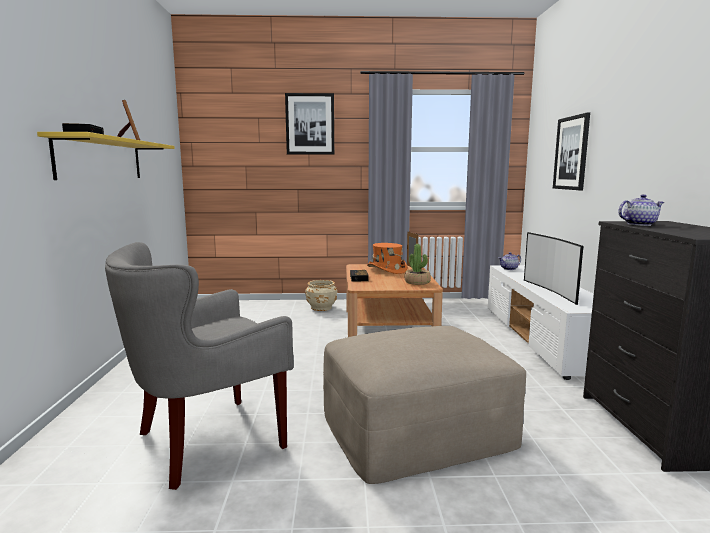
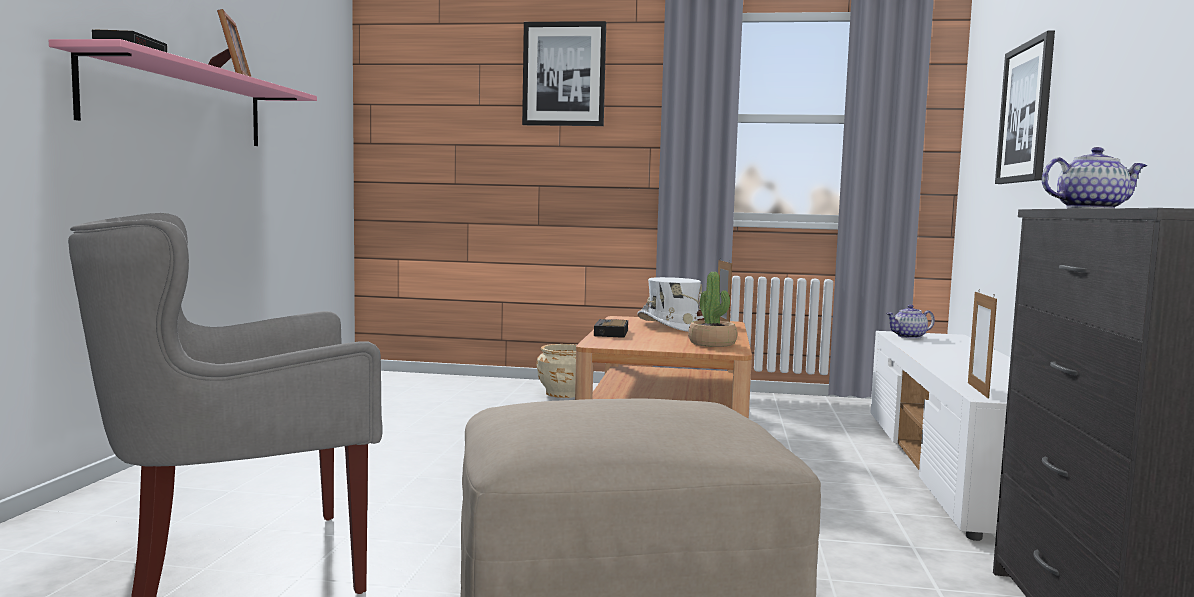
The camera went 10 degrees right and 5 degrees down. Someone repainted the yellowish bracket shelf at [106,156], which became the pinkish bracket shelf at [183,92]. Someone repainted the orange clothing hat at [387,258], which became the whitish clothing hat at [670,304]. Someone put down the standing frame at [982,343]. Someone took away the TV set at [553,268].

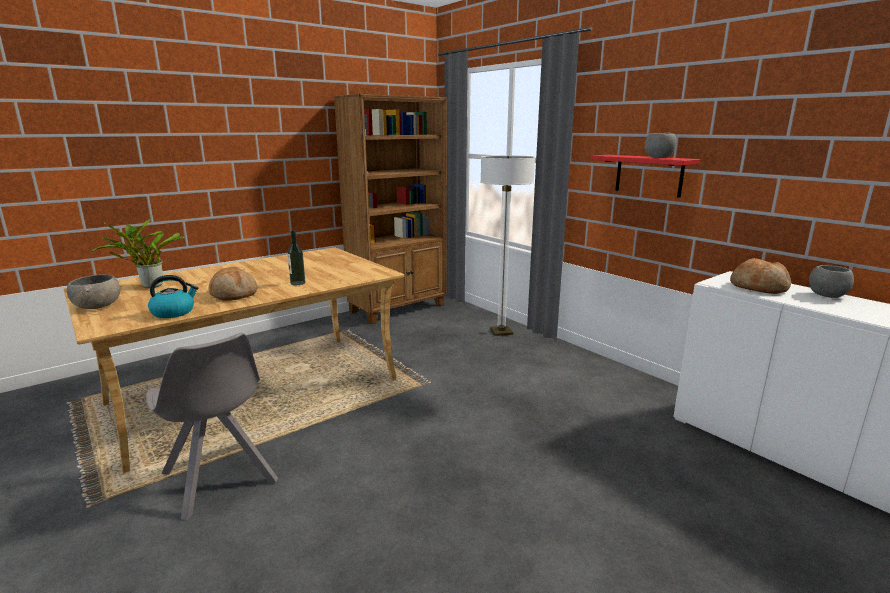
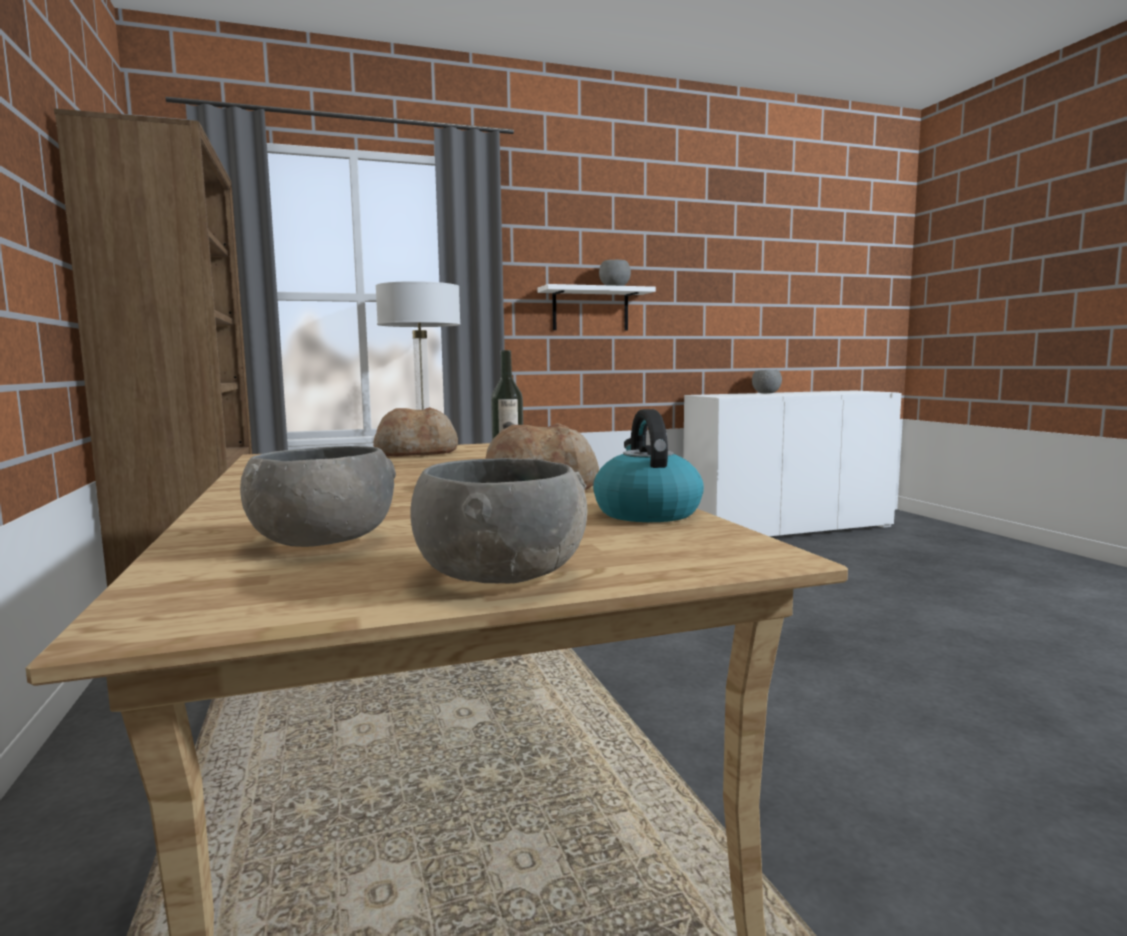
The camera went 70 degrees left and 10 degrees down. Someone swapped the plant in a pot at [138,253] for the gray deep dish at [318,496]. Someone carried the bakery bread from [760,276] to [415,432]. Someone repainted the reddish bracket shelf at [645,176], which became the whitish bracket shelf at [596,307]. Someone took away the gray plain chair at [212,426].

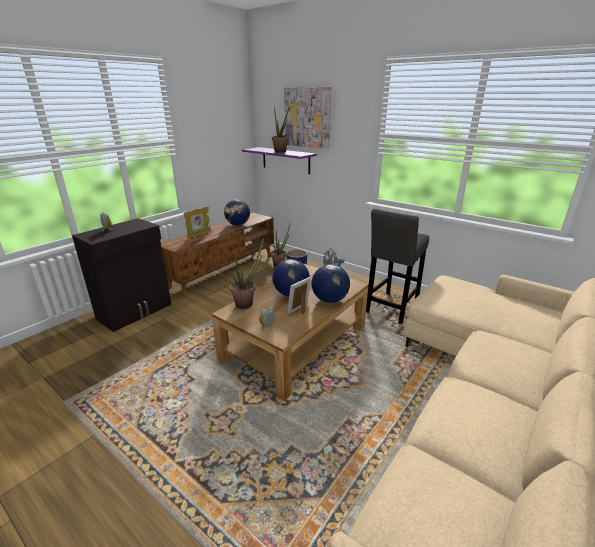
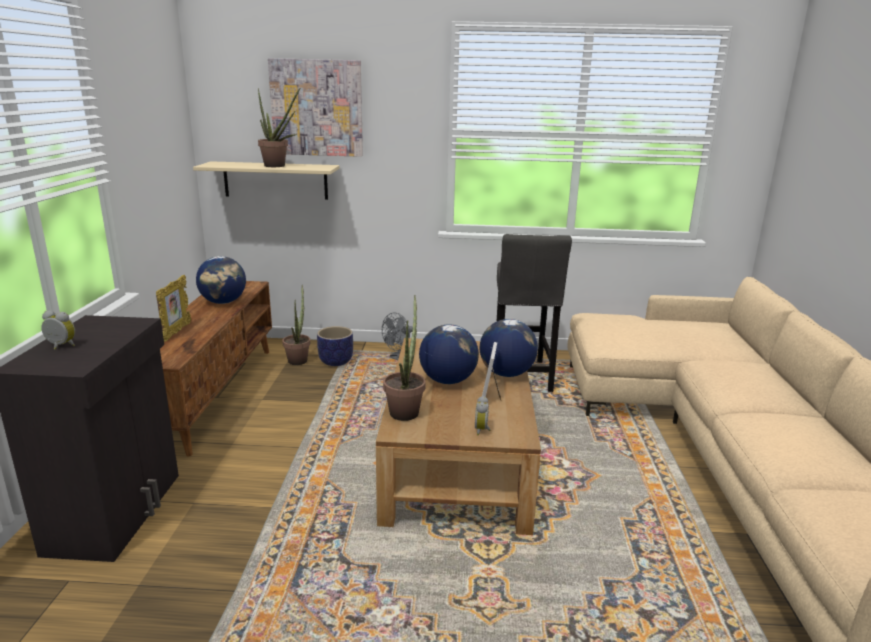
The camera went 35 degrees left and 5 degrees down. Someone repainted the purplish bracket shelf at [279,160], which became the beige bracket shelf at [266,180].

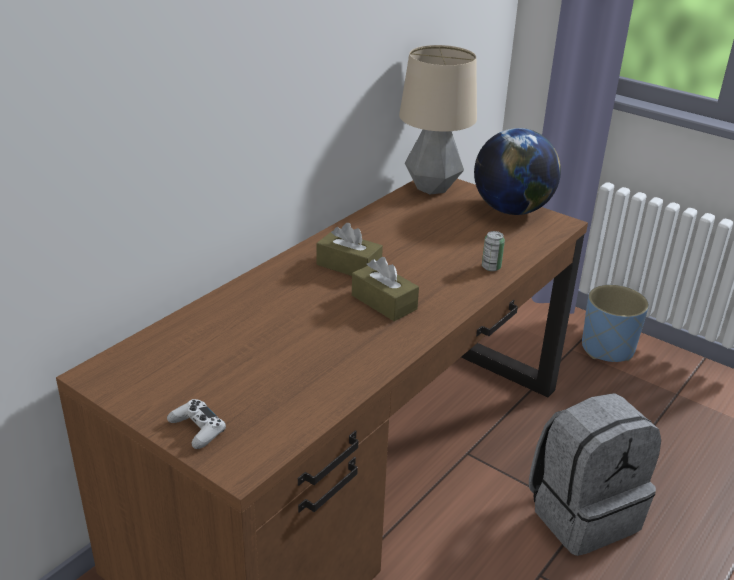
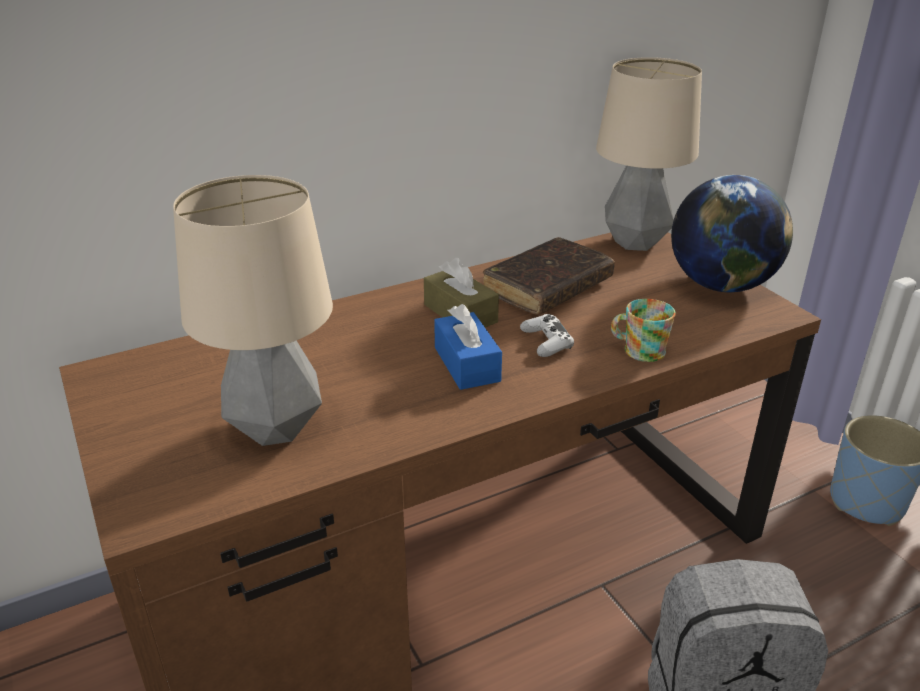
The camera went 25 degrees right and 0 degrees up. Someone put down the lamp for a table at [253,310]. Someone repainted the brown-coloured tissue holder at [385,289], which became the blue-coloured tissue holder at [468,347]. Someone put down the brown-coloured volume at [549,276]. Someone carried the whitish joypad from [196,424] to [547,335]. Someone swapped the sealed can at [493,251] for the tea mug at [643,330].

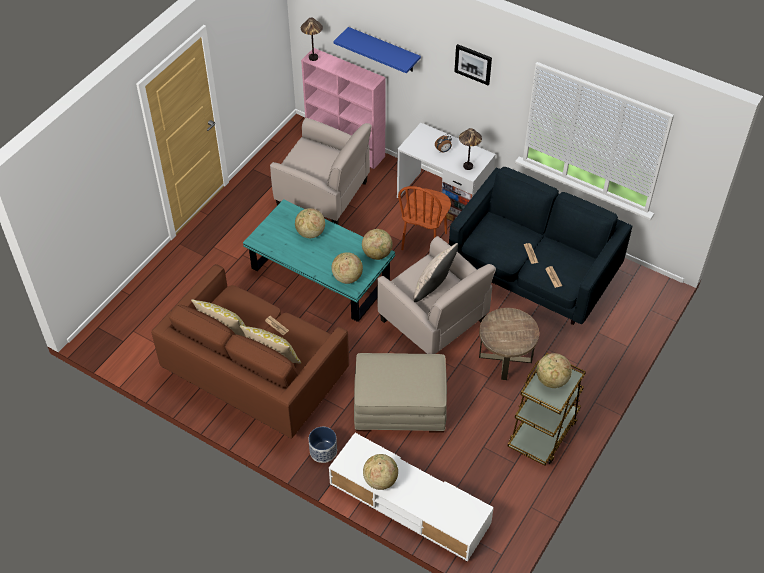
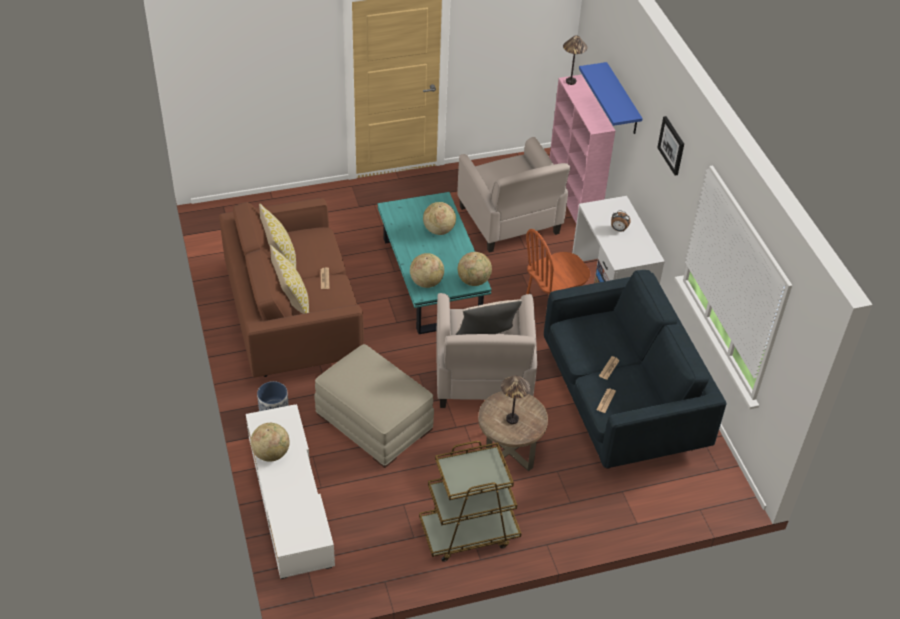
The camera went 40 degrees right and 5 degrees down. Someone carried the lamp for a table from [470,149] to [516,399]. Someone took away the world globe at [554,370].

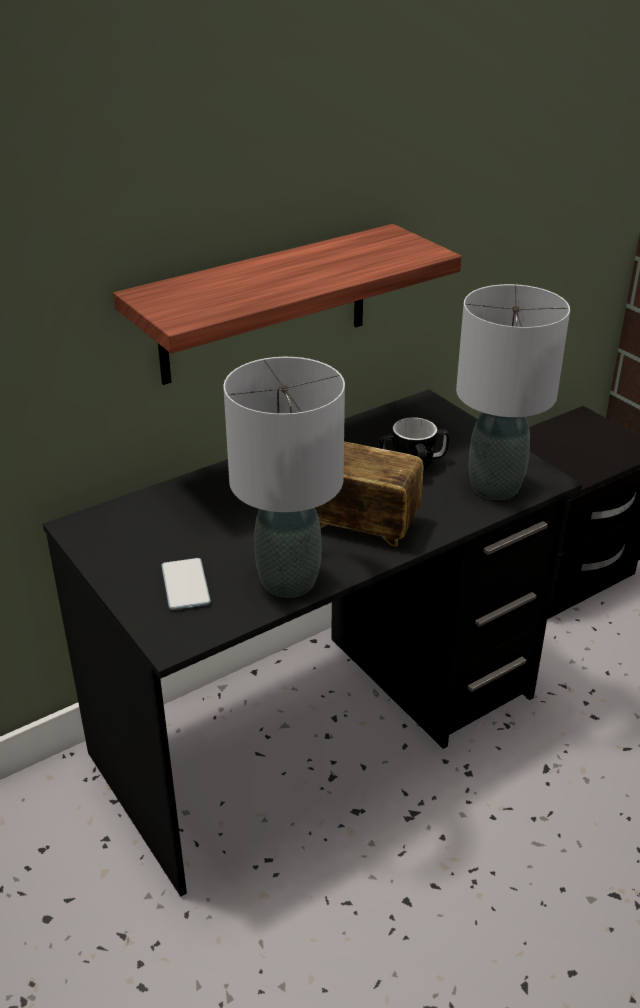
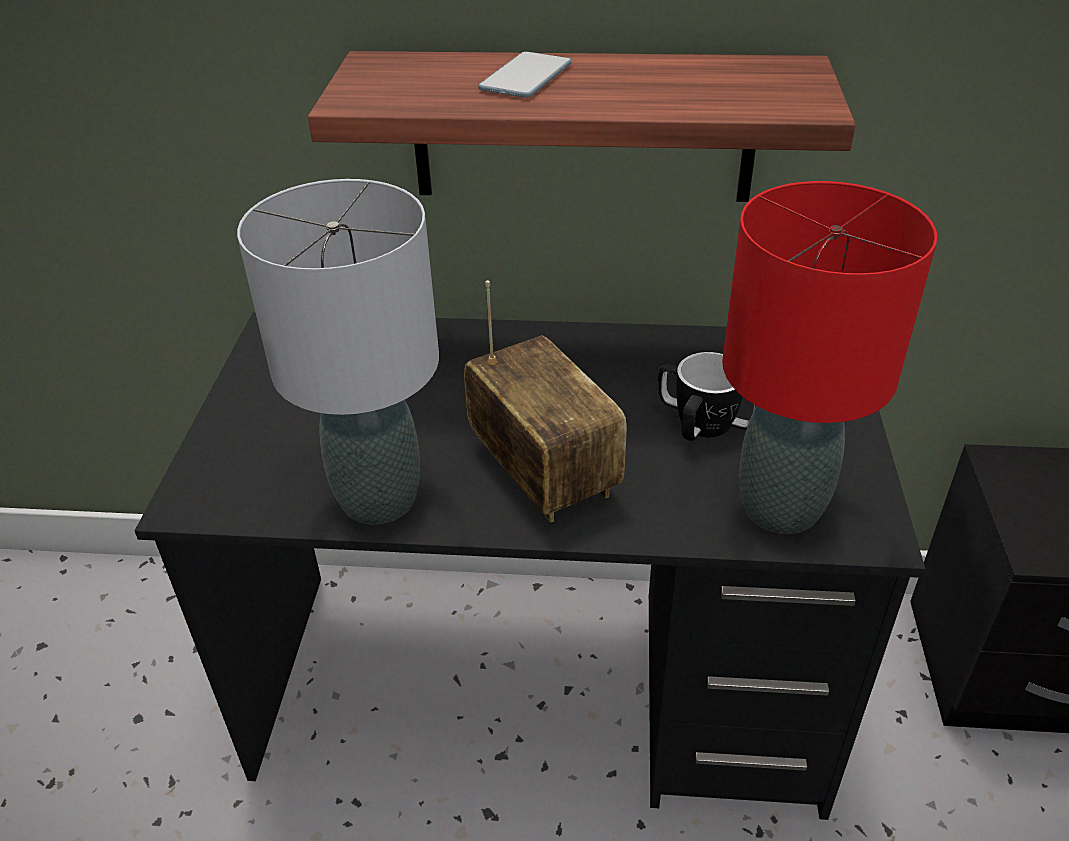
The camera went 40 degrees right and 5 degrees up. Someone carried the phone from [186,584] to [525,74]. Someone repainted the gray lamp for a table at [513,392], which became the reddish lamp for a table at [830,357].

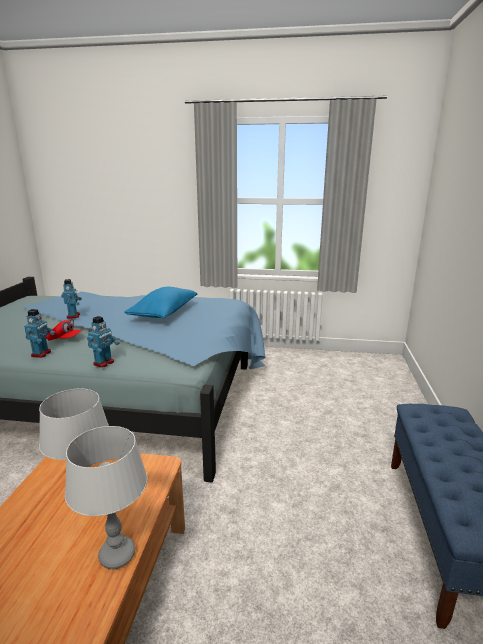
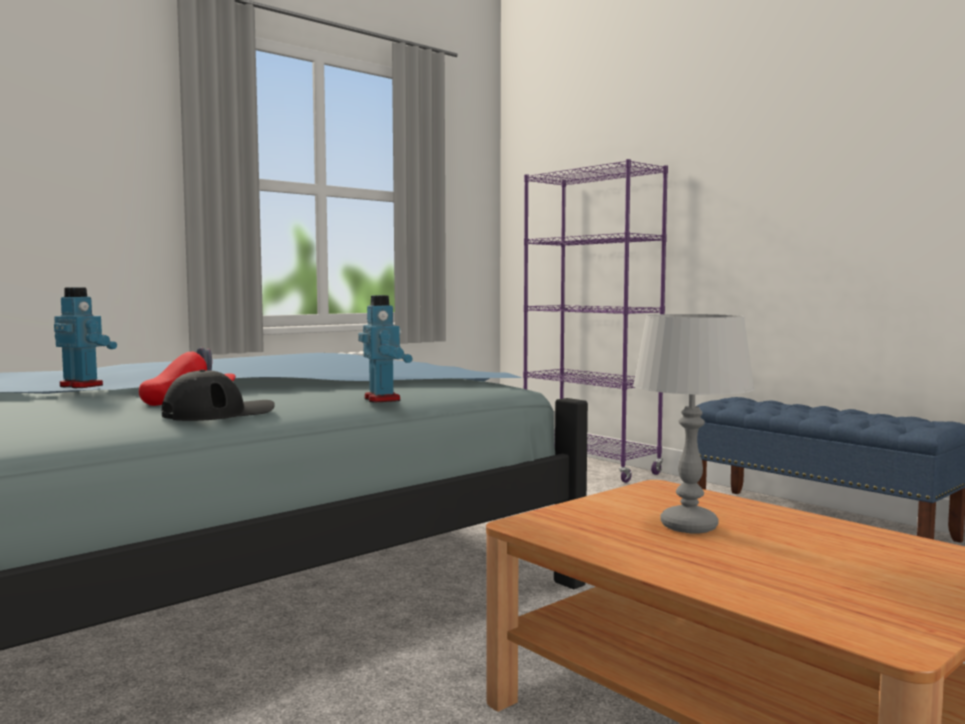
The camera went 50 degrees left and 15 degrees down. Someone swapped the model robot at [39,333] for the black-coloured peaked cap at [218,395]. Someone put down the purplish bookcase at [595,321]. Someone took away the gray lamp for a table at [106,497]. Someone took away the blue-coloured pillow at [160,302].

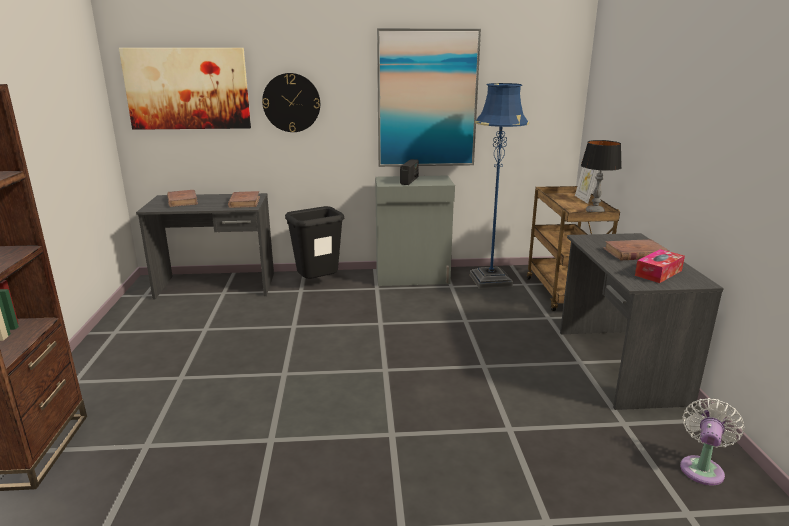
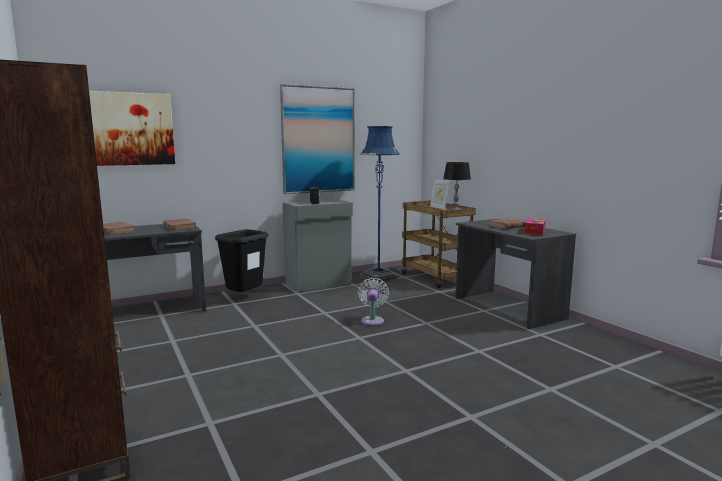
The camera went 25 degrees left and 10 degrees down. Someone carried the whitish electric fan from [712,442] to [373,302]. Someone took away the wall clock at [291,102].

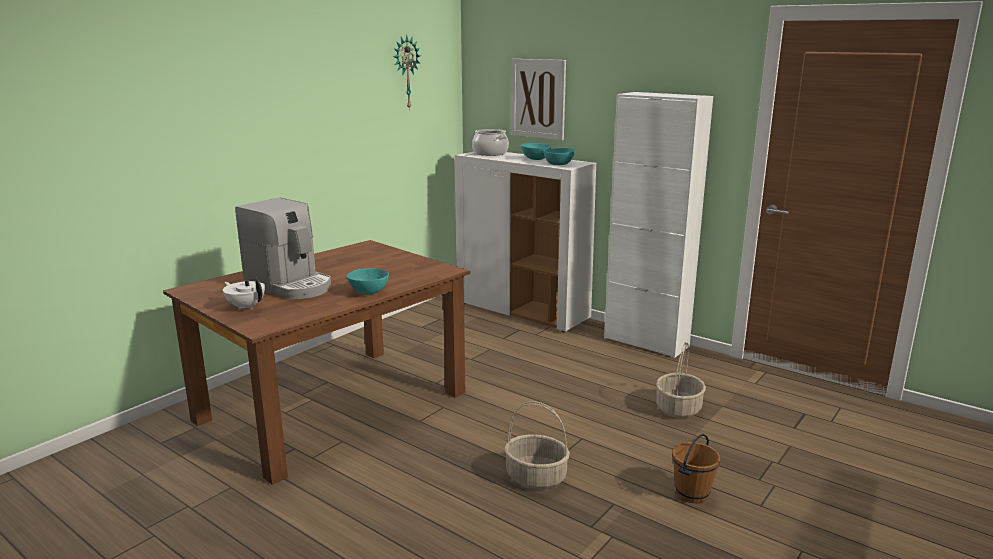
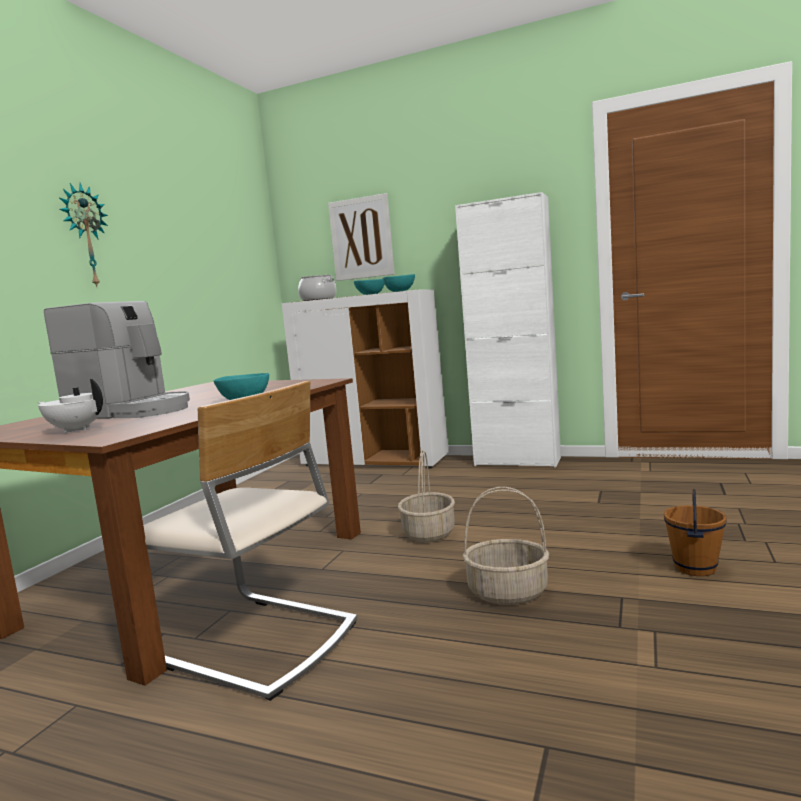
The camera went 15 degrees left and 10 degrees down. Someone carried the wall clock from [407,72] to [83,235]. Someone put down the beige plain chair at [250,541]. Someone carried the household basket from [681,380] to [426,496].

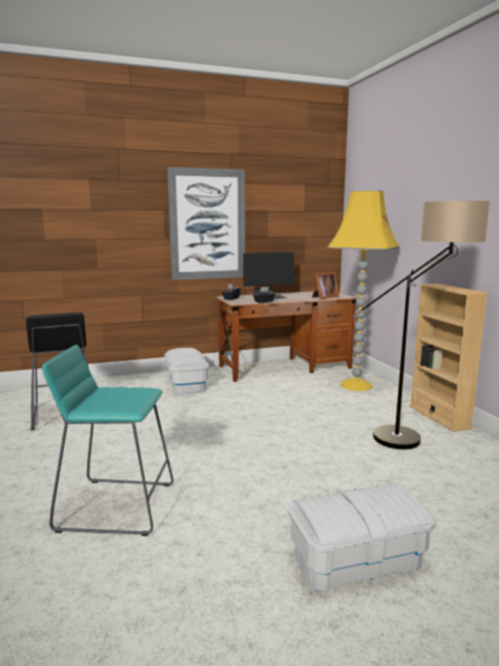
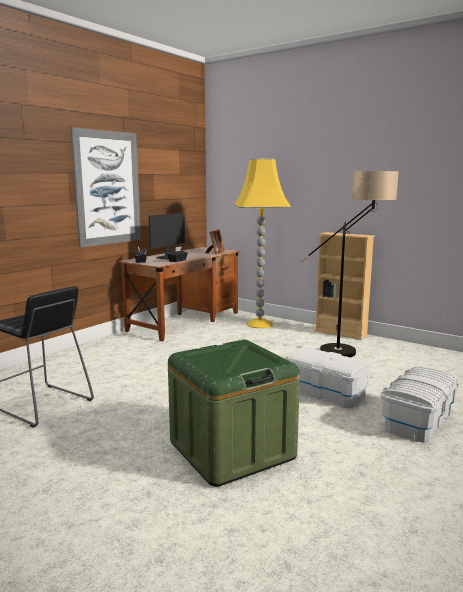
The camera went 35 degrees left and 0 degrees up. Someone swapped the turquoise stool seat at [107,440] for the greenish storage bin at [234,413]. Someone carried the whitish storage bin from [187,371] to [328,377].

